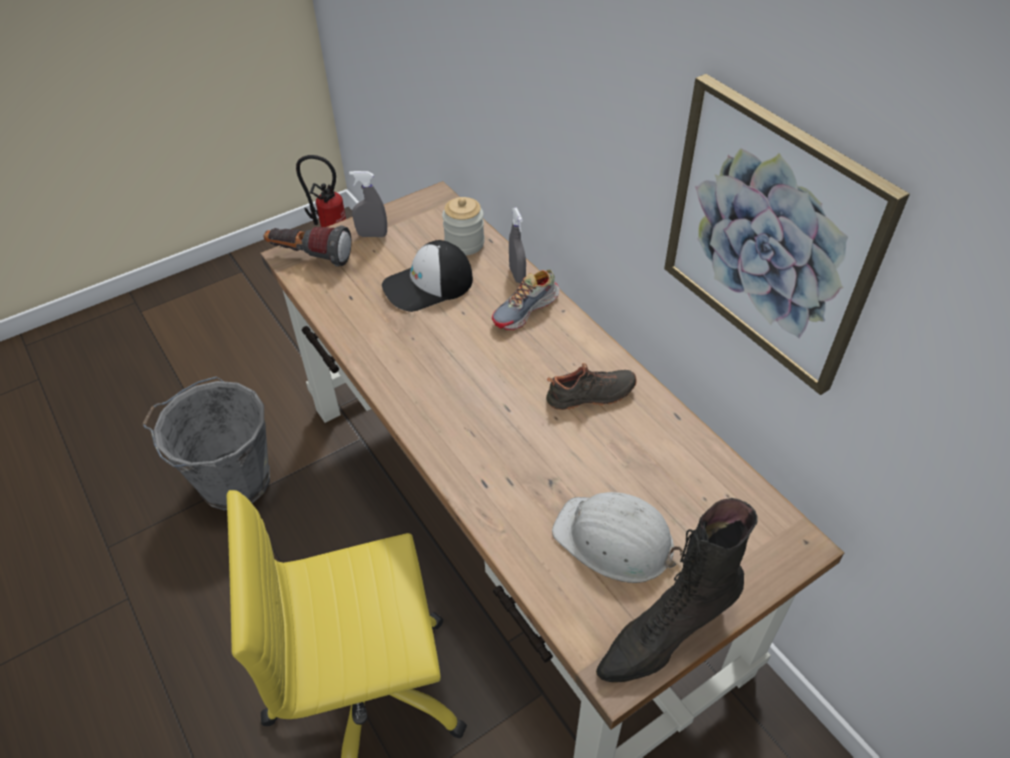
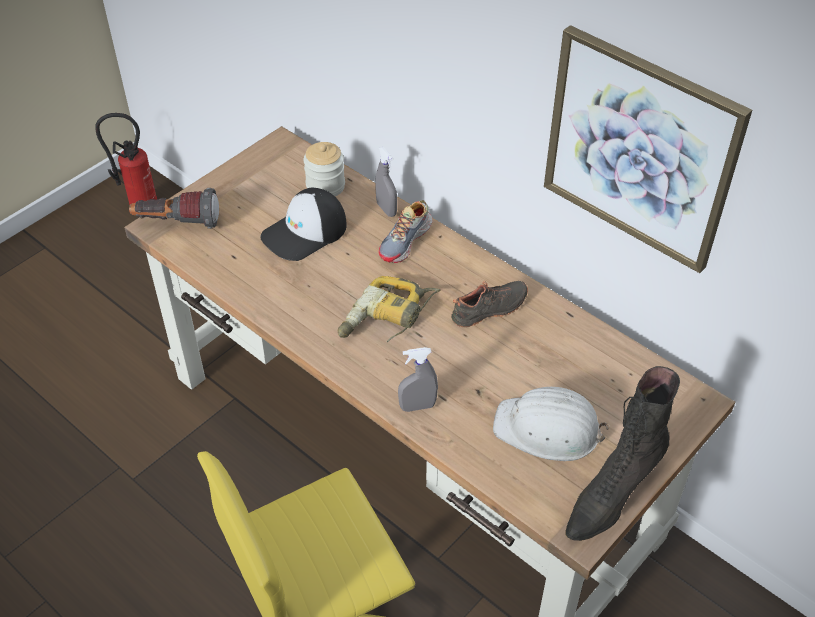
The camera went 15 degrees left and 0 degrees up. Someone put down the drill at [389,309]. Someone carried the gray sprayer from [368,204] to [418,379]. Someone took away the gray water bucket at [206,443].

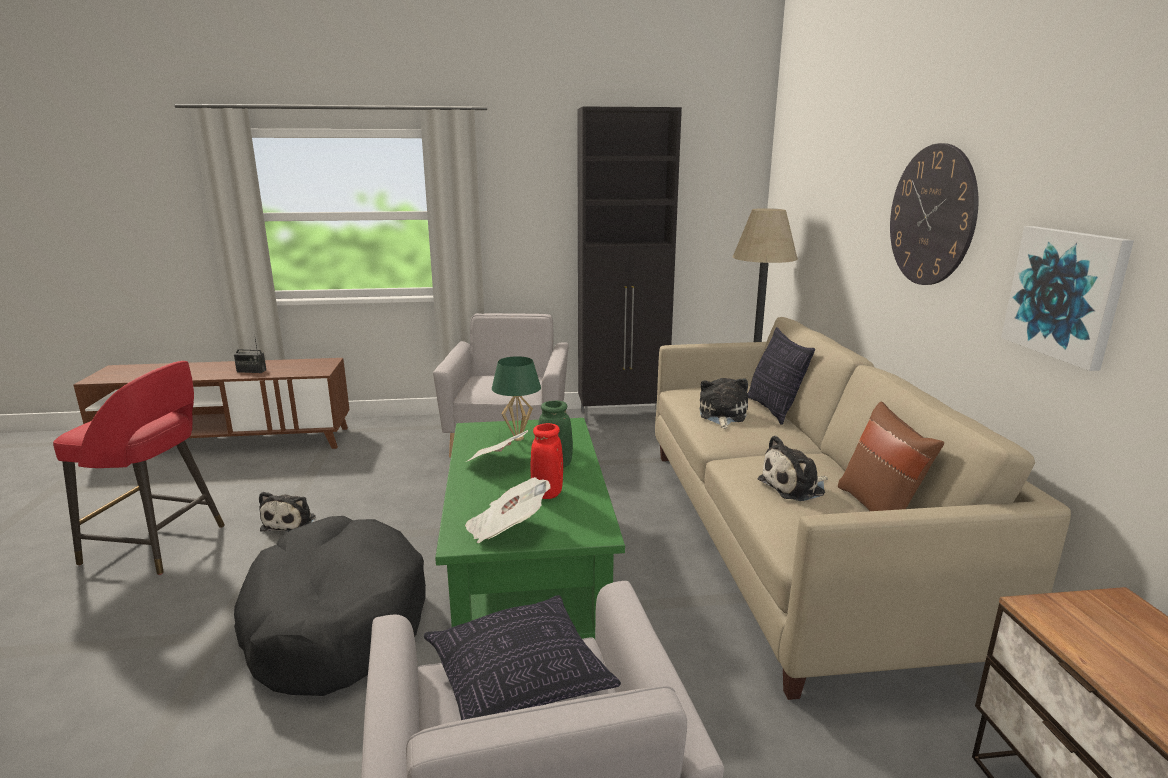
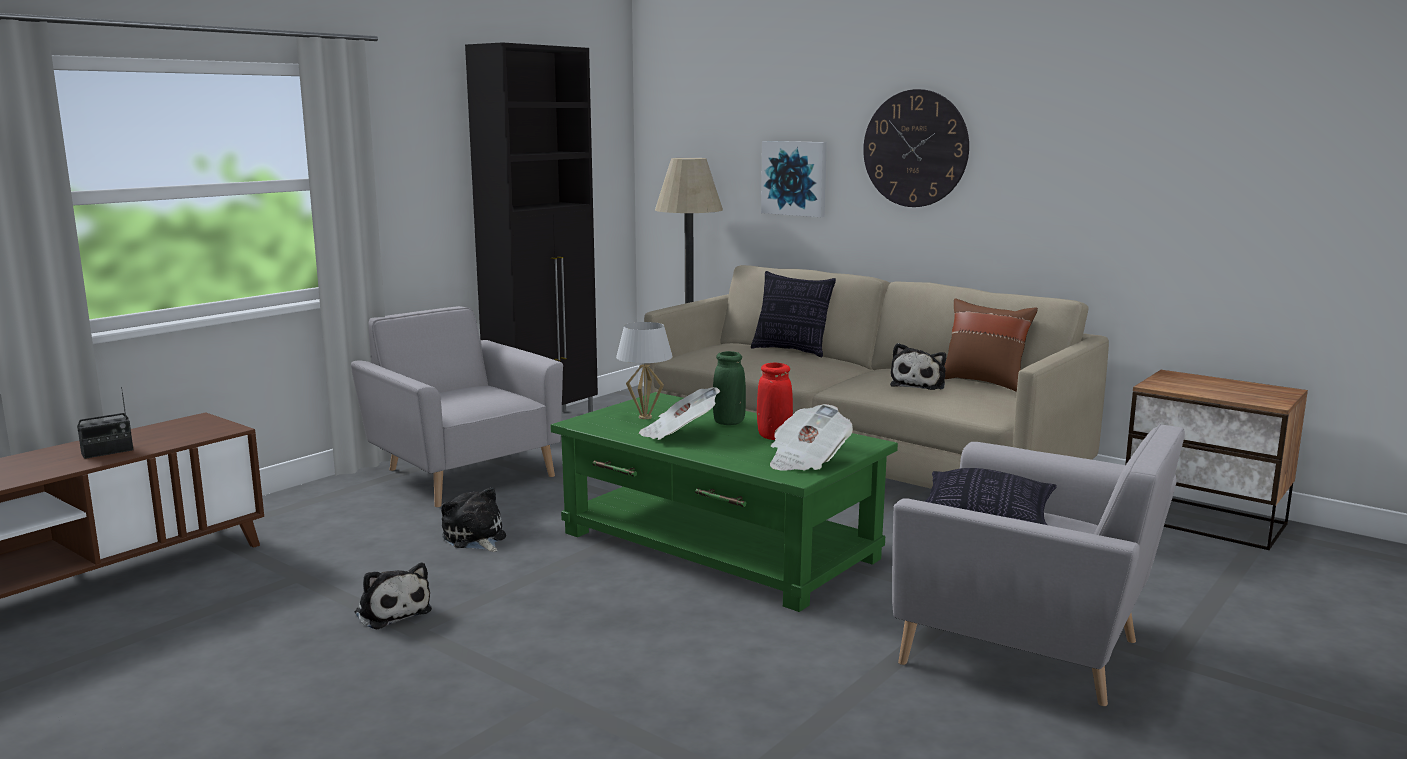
The camera went 45 degrees left and 5 degrees down. Someone carried the soft toy from [724,403] to [473,519]. Someone repainted the greenish lamp for a table at [516,398], which became the whitish lamp for a table at [644,370]. Someone carried the picture from [1067,298] to [794,179]. Someone took away the reddish stool seat at [139,468]. Someone took away the black-coloured pet bed at [330,606].

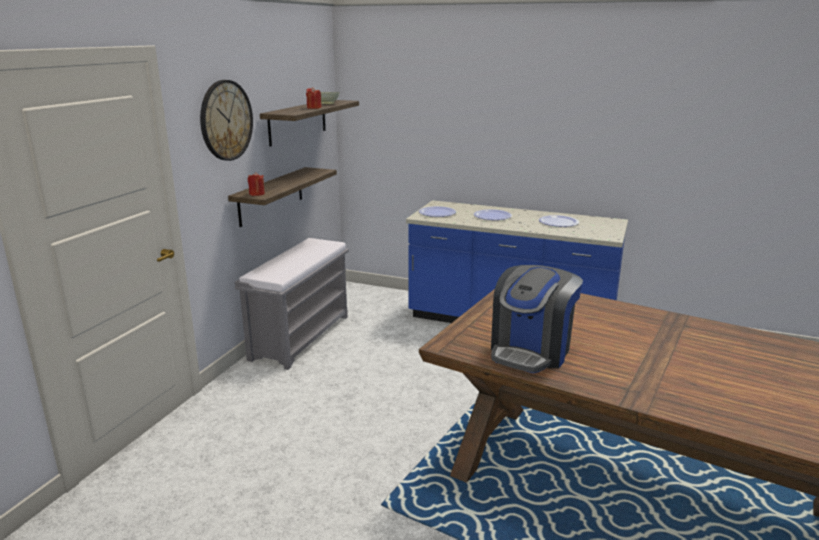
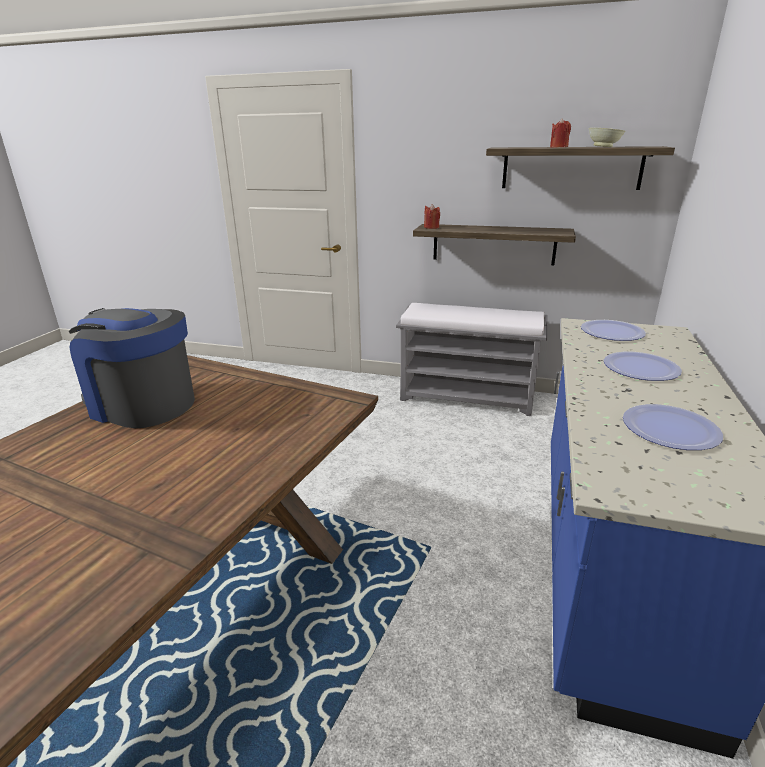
The camera went 85 degrees right and 5 degrees up. Someone took away the wall clock at [226,120].

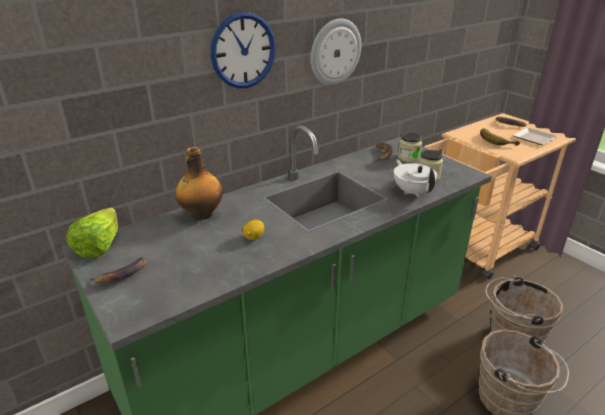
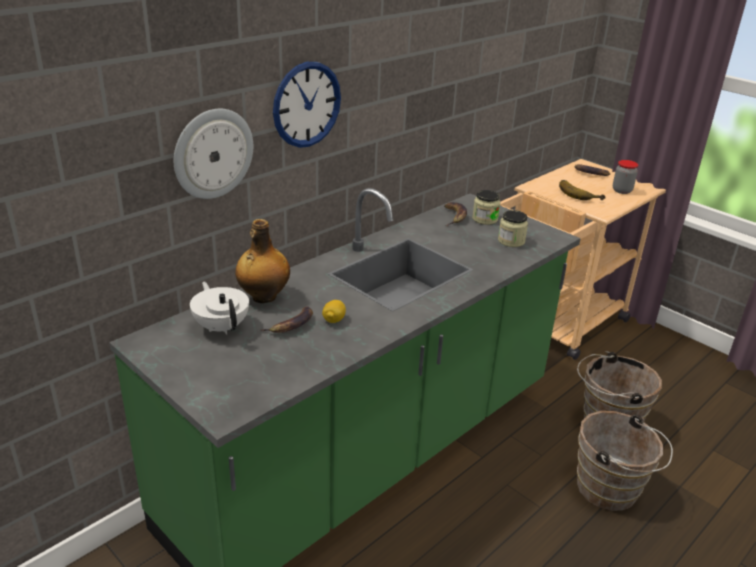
The camera went 10 degrees left and 0 degrees up. Someone carried the wall clock from [336,51] to [213,154]. Someone carried the whitish tea pot from [415,178] to [219,308]. Someone carried the banana from [118,270] to [286,319]. Someone swapped the dinner plate at [535,136] for the storage jar at [625,177]. Someone took away the lettuce at [92,233].

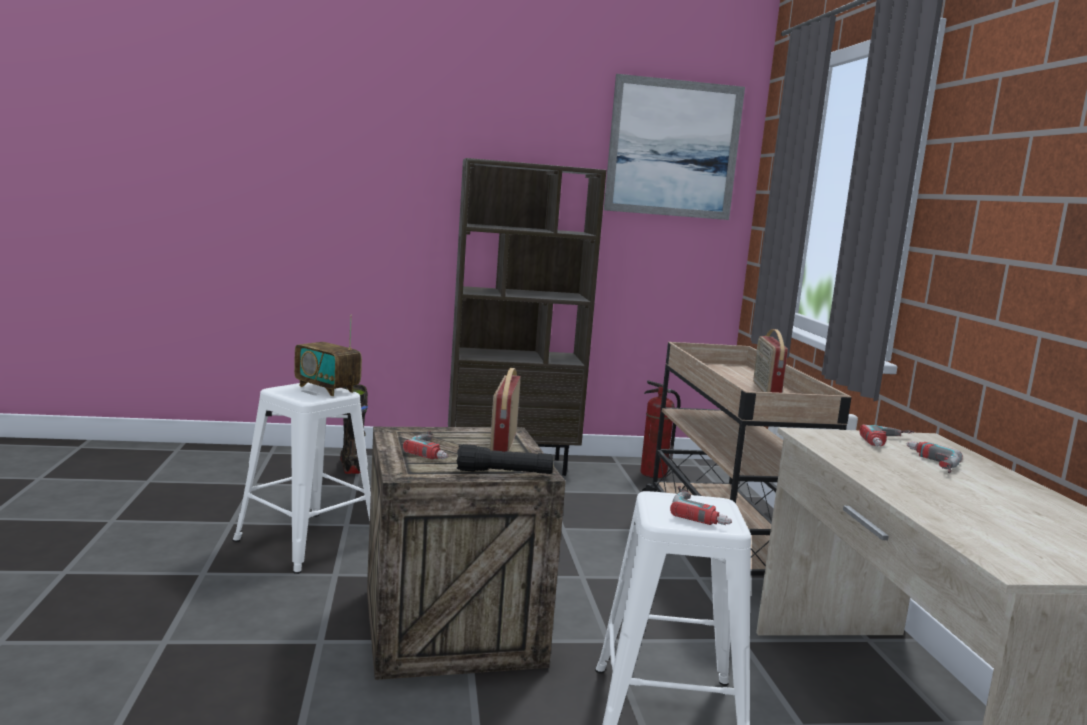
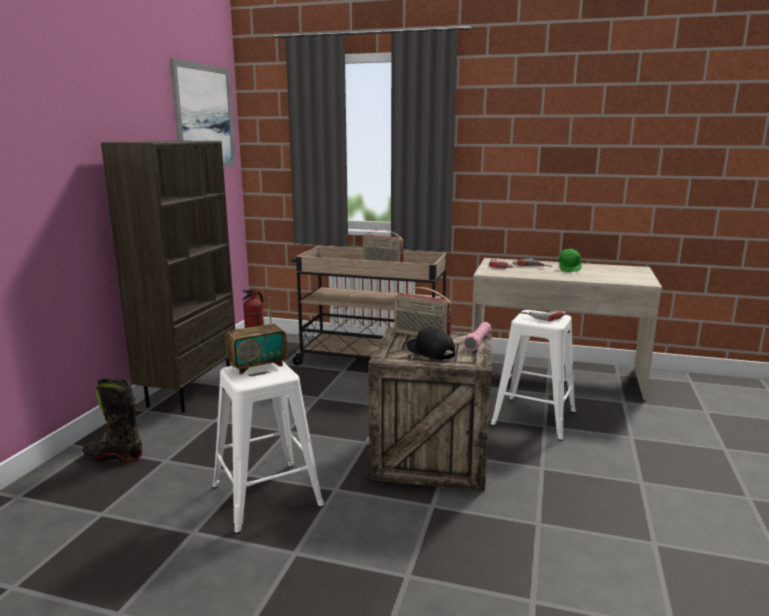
The camera went 65 degrees left and 5 degrees up. Someone swapped the drill at [425,445] for the black-coloured peaked cap at [431,344]. Someone repainted the black-coloured flashlight at [505,459], which became the pinkish flashlight at [477,336]. Someone put down the greenish peaked cap at [570,260].

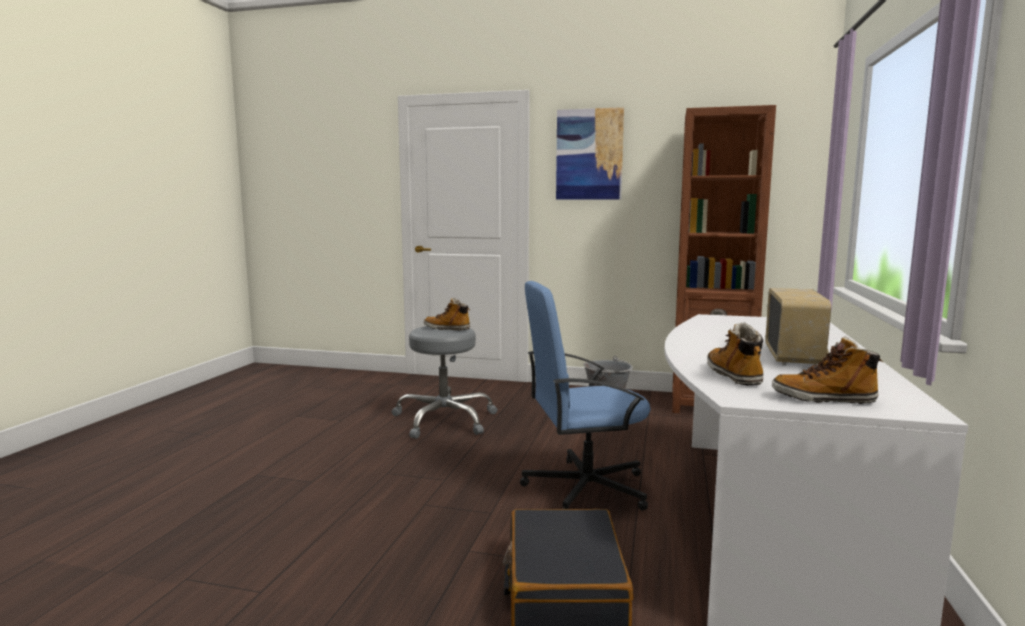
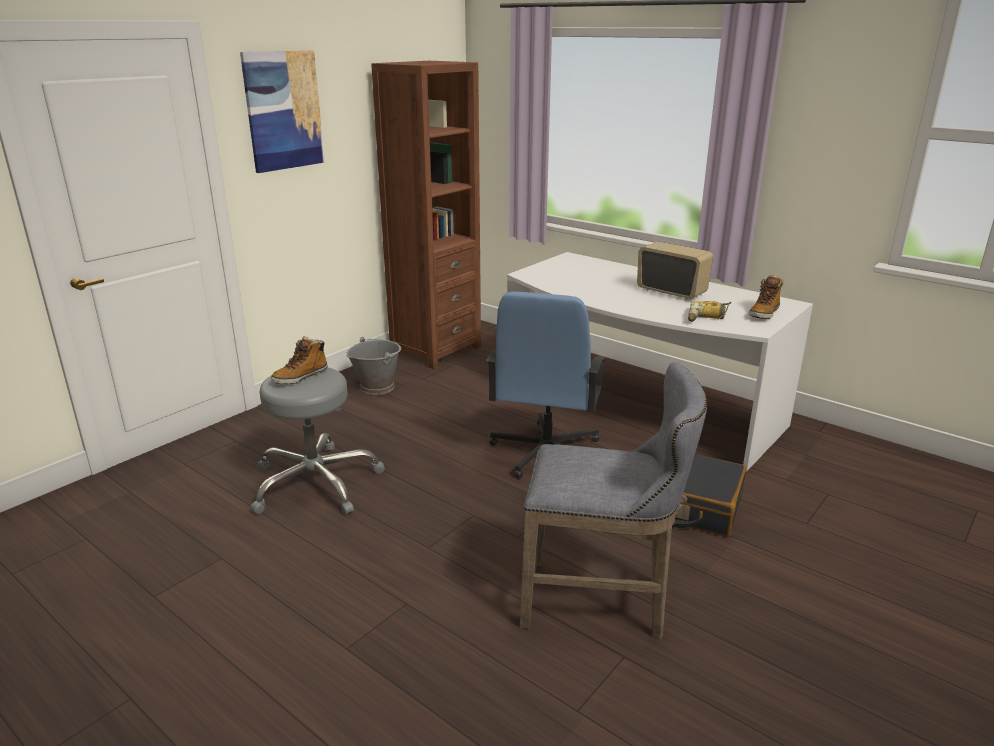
The camera went 65 degrees left and 15 degrees up. Someone put down the gray stool seat at [613,501]. Someone swapped the boot at [735,354] for the drill at [709,311].

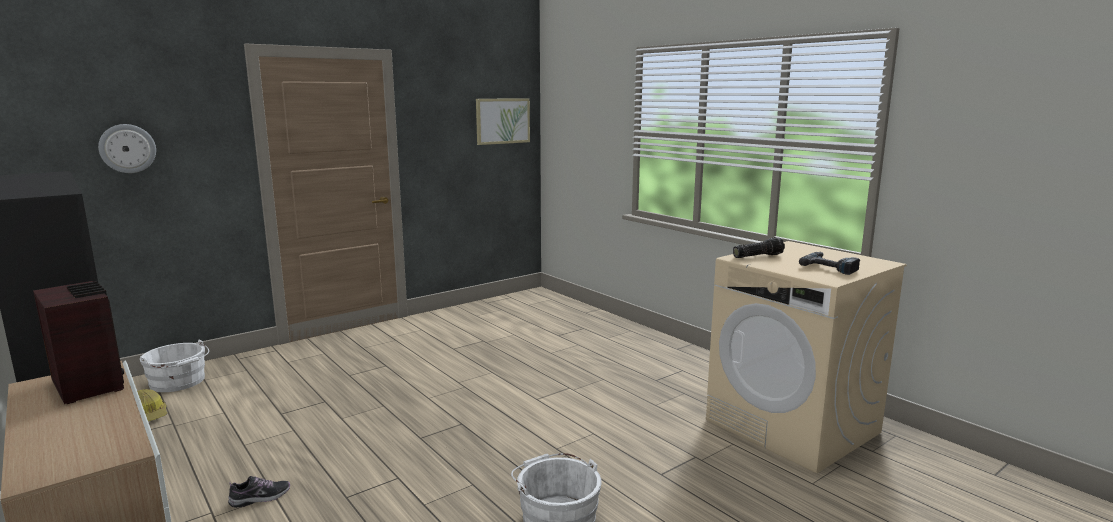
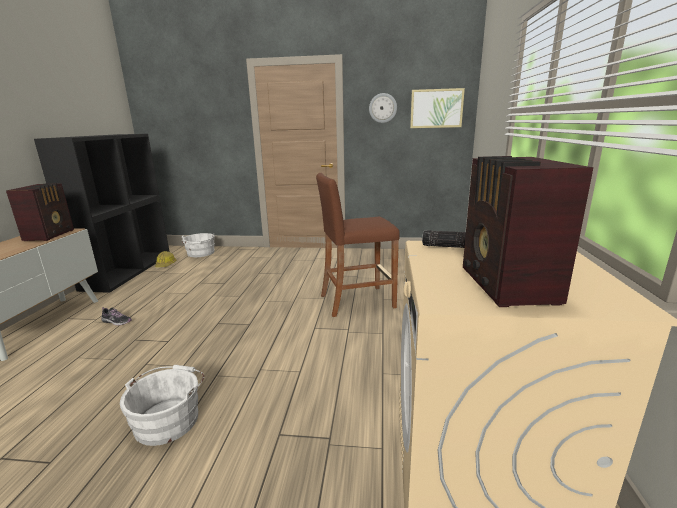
The camera went 45 degrees right and 5 degrees up. Someone put down the brown-coloured stool seat at [358,245]. Someone carried the wall clock from [127,148] to [383,108]. Someone swapped the drill at [829,263] for the radio at [528,231].

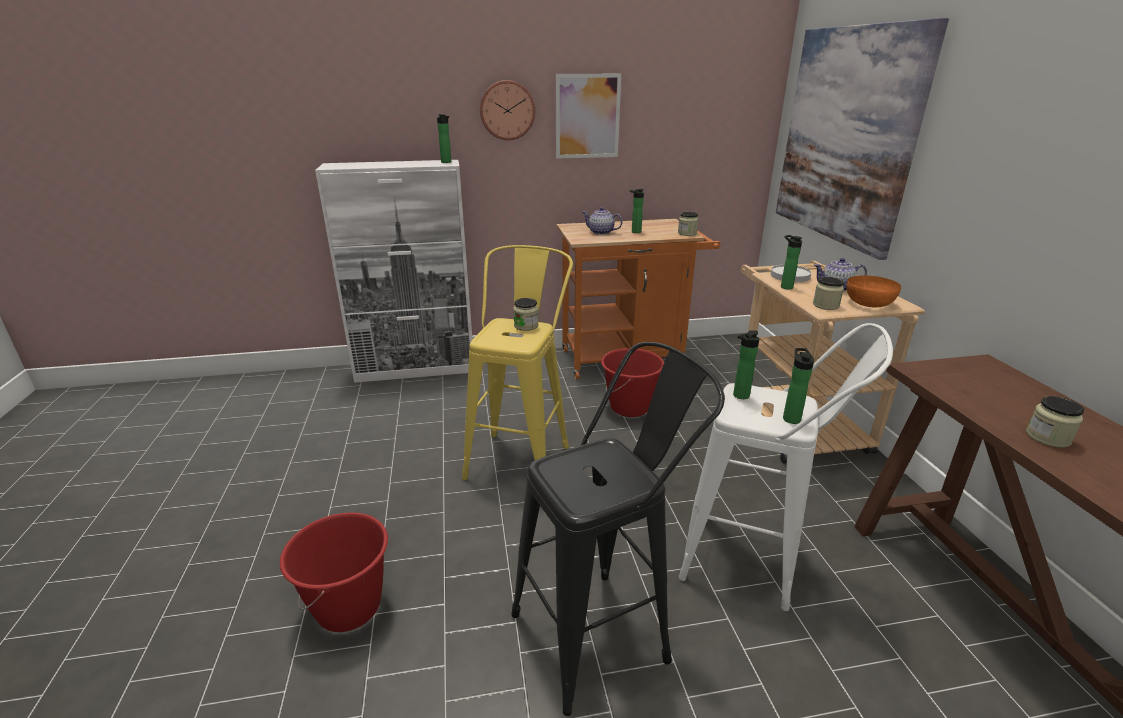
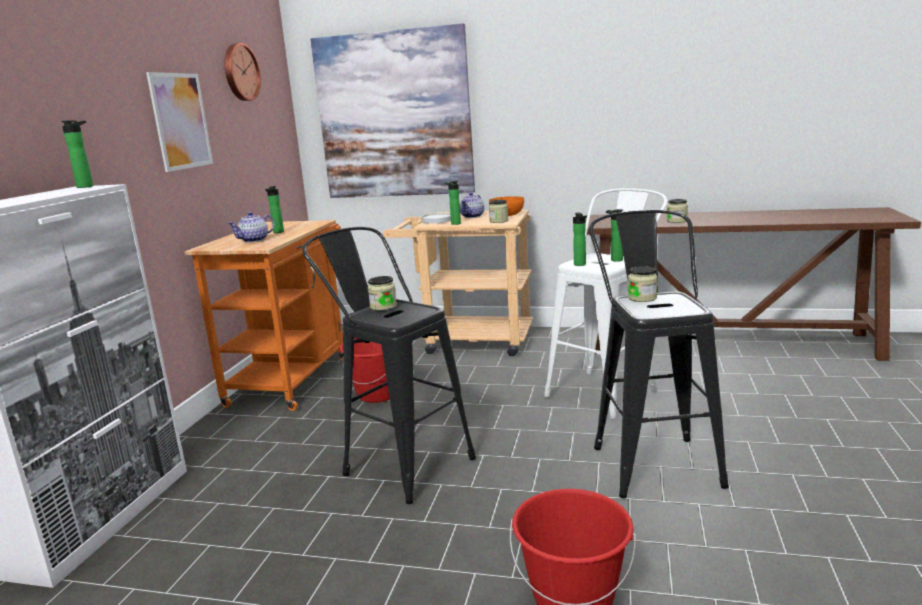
The camera went 65 degrees left and 10 degrees down. Someone carried the wall clock from [507,110] to [243,72]. Someone repainted the yellowish stool seat at [517,362], which became the black-coloured stool seat at [389,365]. Someone carried the storage jar from [688,224] to [642,284].

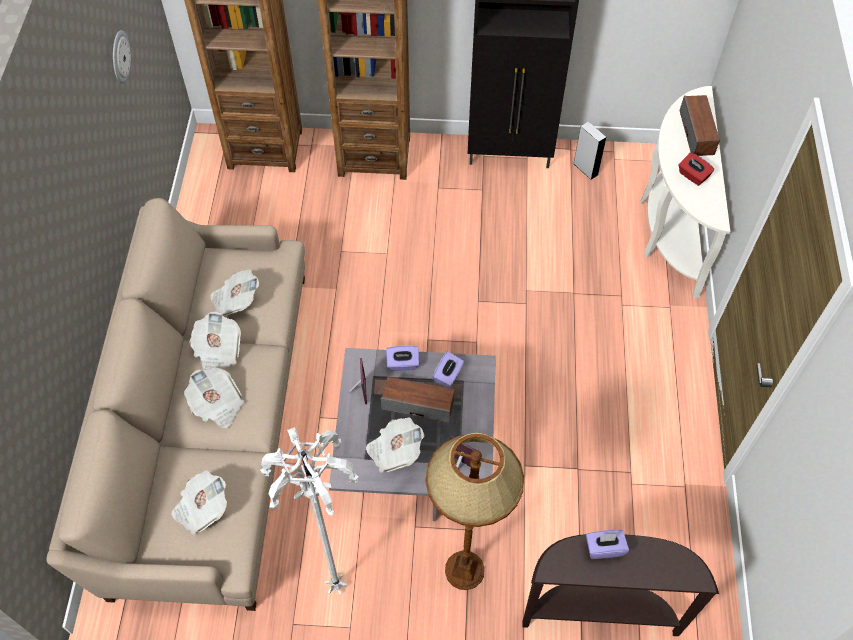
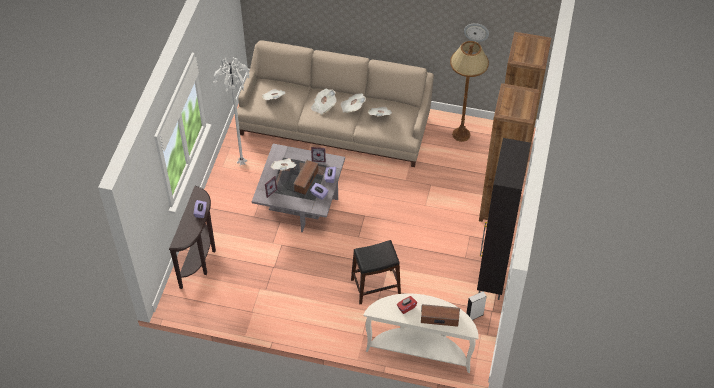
The camera went 100 degrees right and 5 degrees down. Someone put down the black-coloured stool seat at [376,272]. Someone carried the brown-coloured floor lamp from [475,511] to [469,91].

